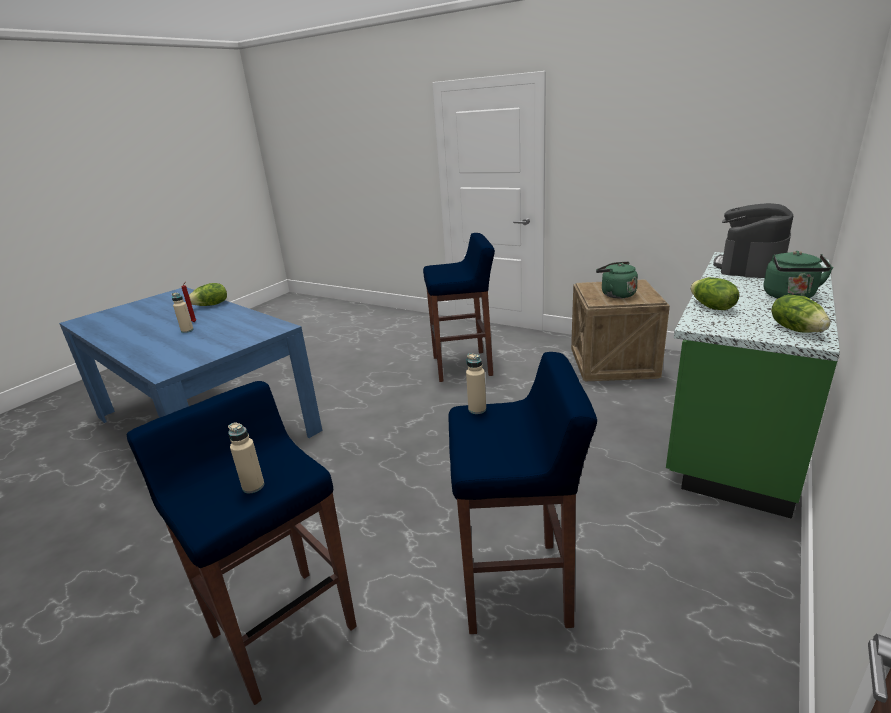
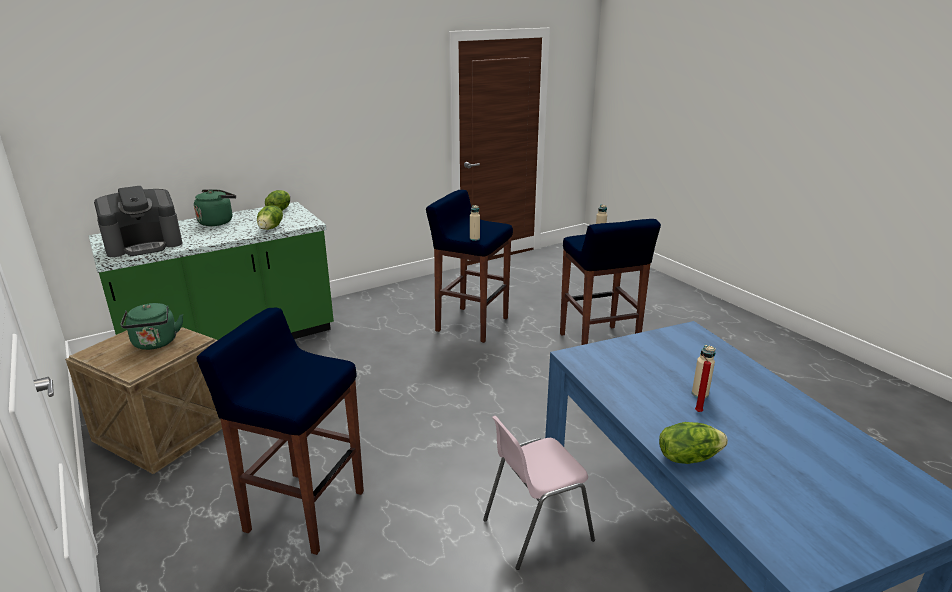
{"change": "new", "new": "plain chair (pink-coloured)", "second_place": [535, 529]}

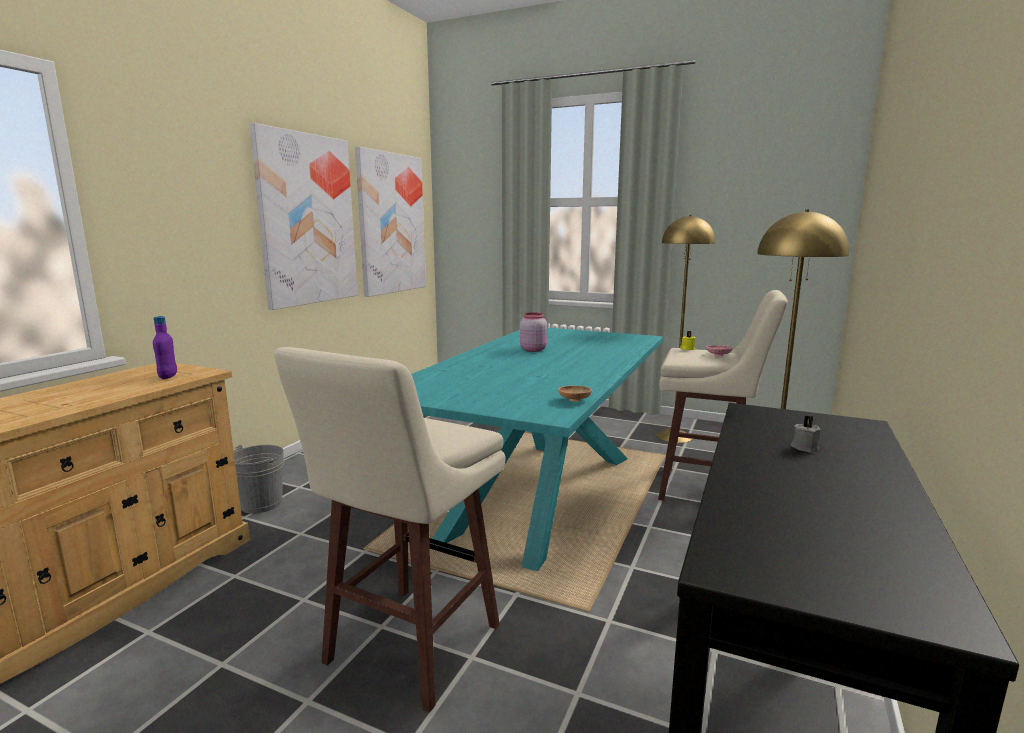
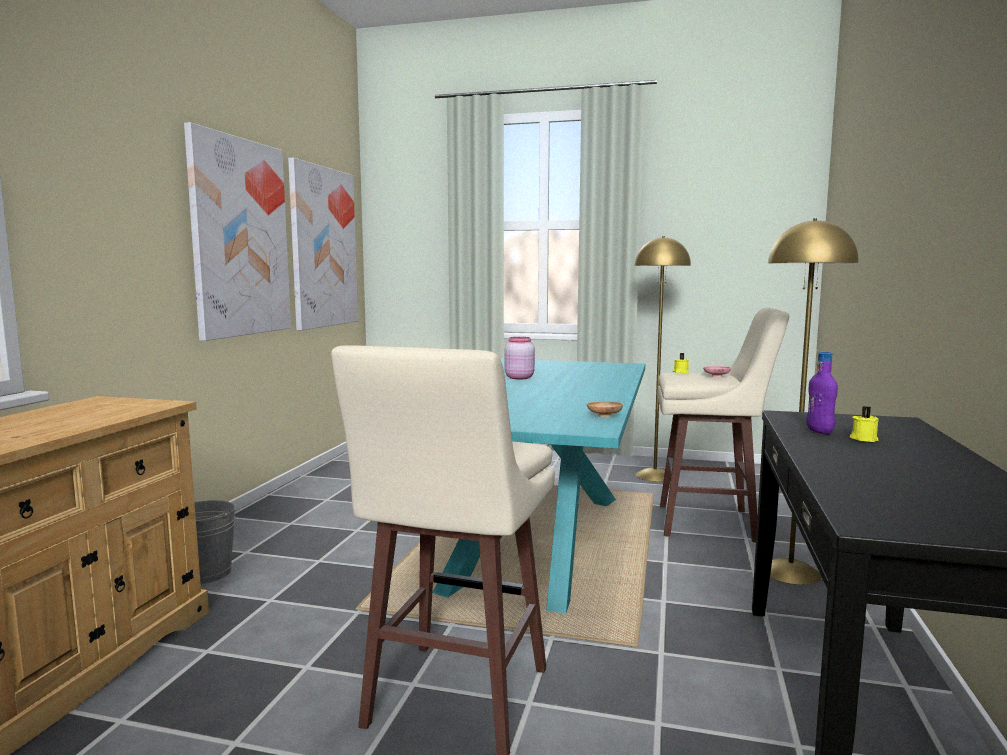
{"change": "shifted", "old": "drink bottle (purplish)", "first_place": [168, 376], "second_place": [819, 431]}
{"change": "repainted", "old": "wax candle (grey)", "new": "wax candle (yellow)", "first_place": [805, 447], "second_place": [863, 439]}

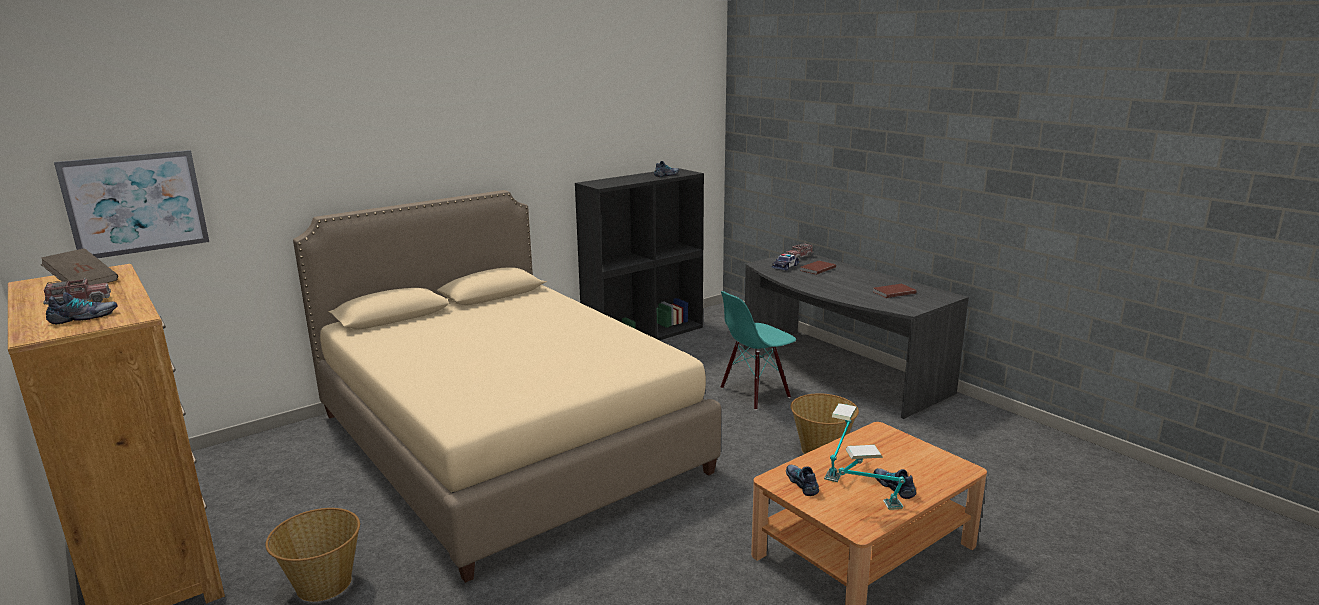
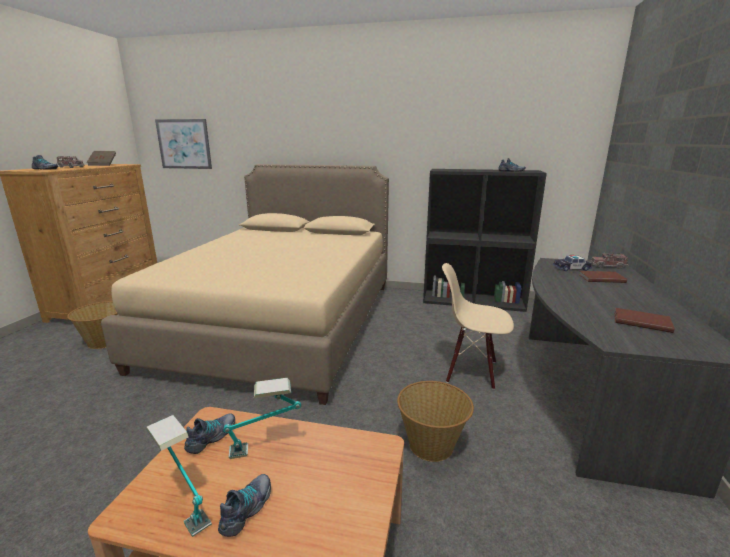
{"change": "repainted", "old": "plain chair (turquoise)", "new": "plain chair (sand-coloured)", "first_place": [755, 393], "second_place": [471, 371]}

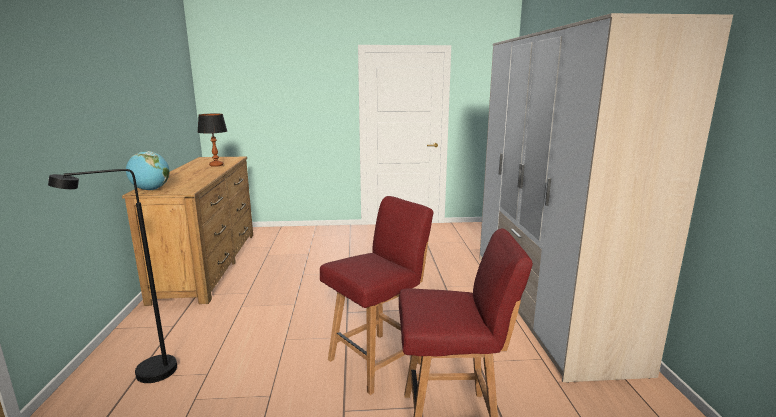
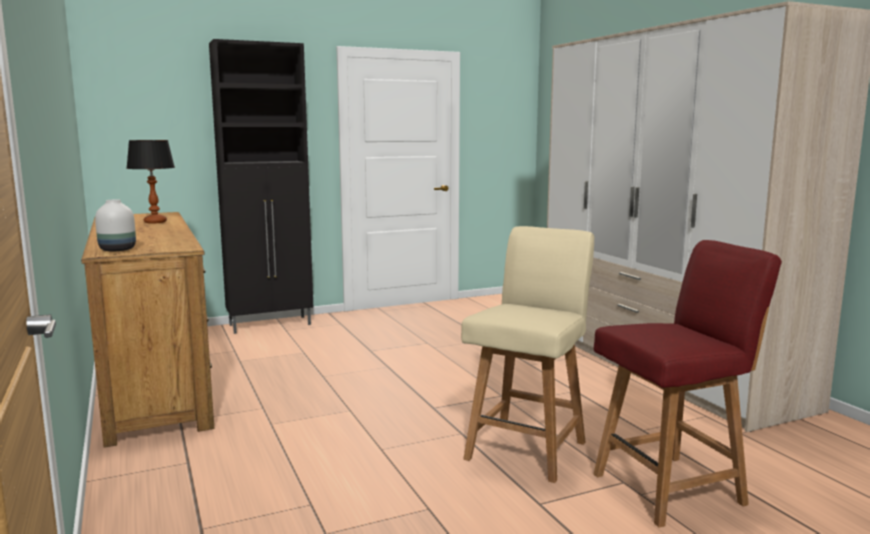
{"change": "swapped", "old": "world globe", "new": "vase (white-coloured)", "first_place": [151, 189], "second_place": [117, 250]}
{"change": "new", "new": "cupboard (black-coloured)", "second_place": [271, 325]}
{"change": "repainted", "old": "plain chair (red)", "new": "plain chair (sand-coloured)", "first_place": [377, 360], "second_place": [527, 449]}
{"change": "gone", "old": "floor lamp (black-coloured)", "first_place": [144, 375]}

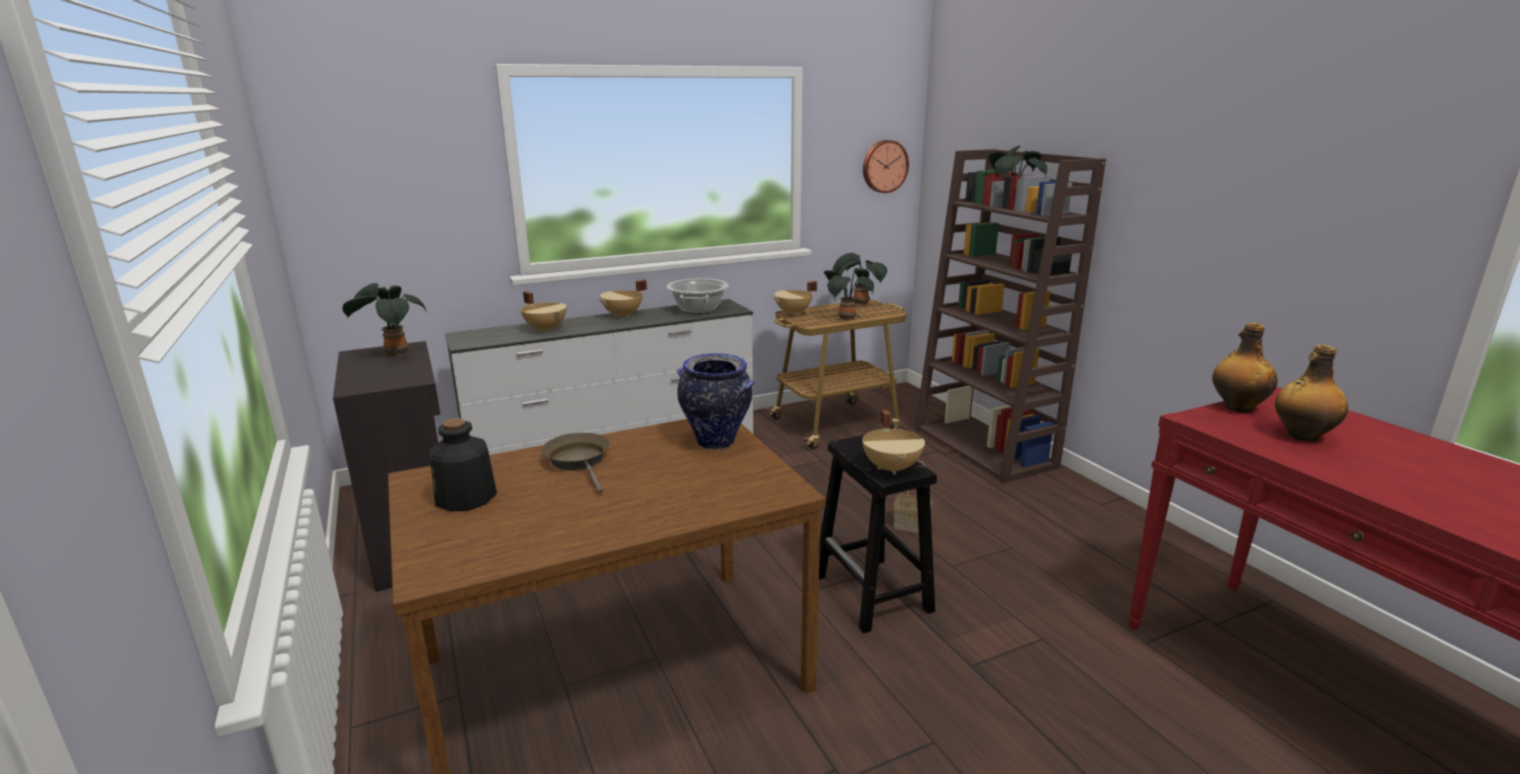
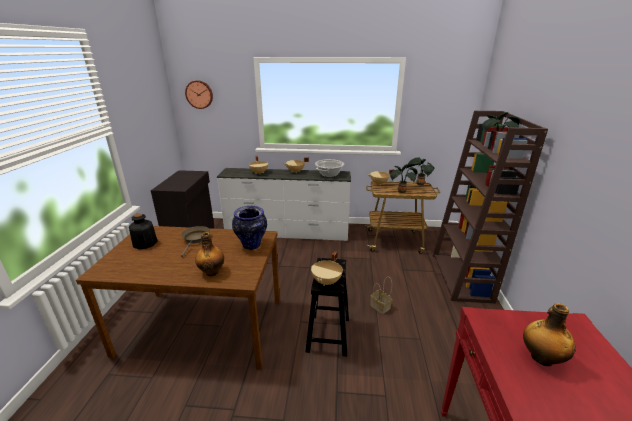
{"change": "shifted", "old": "wall clock", "first_place": [884, 166], "second_place": [199, 94]}
{"change": "shifted", "old": "drink bottle", "first_place": [1237, 407], "second_place": [212, 272]}
{"change": "gone", "old": "plant in a pot", "first_place": [394, 353]}

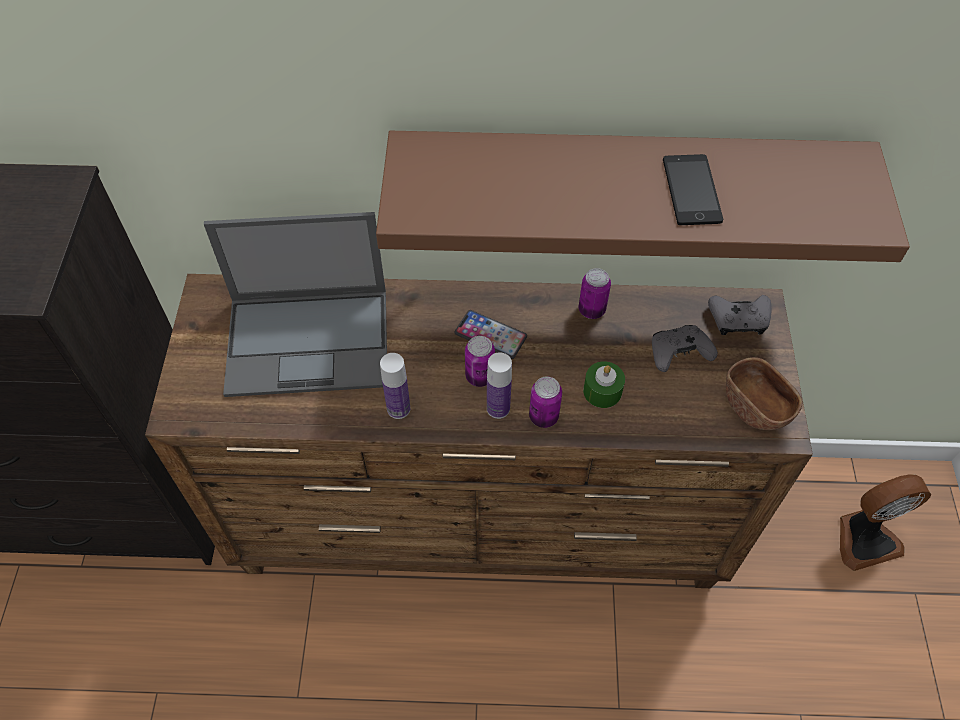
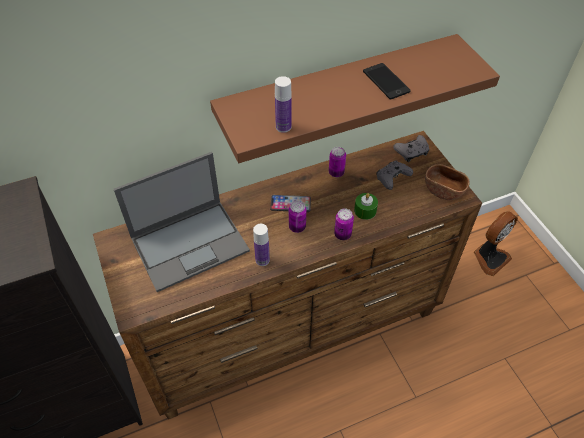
{"change": "shifted", "old": "drink bottle", "first_place": [498, 408], "second_place": [283, 127]}

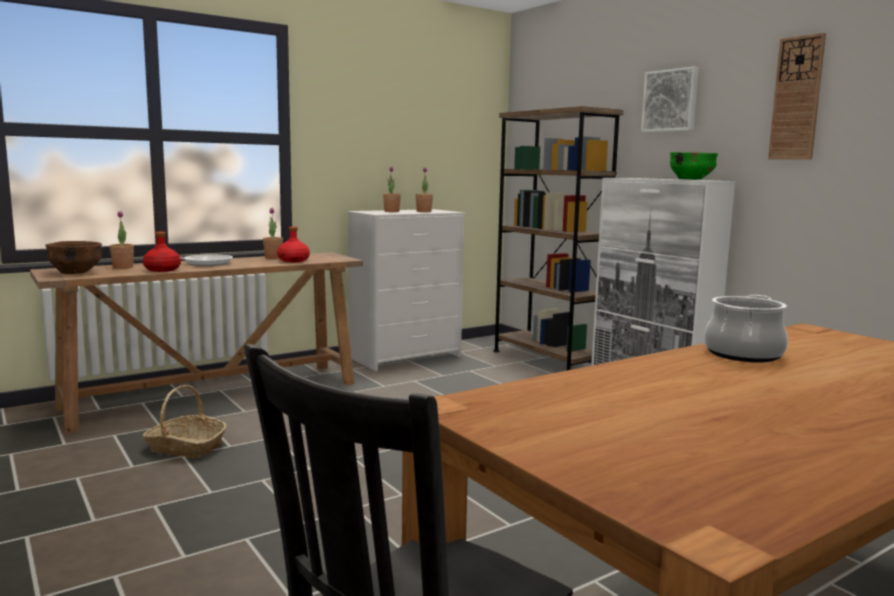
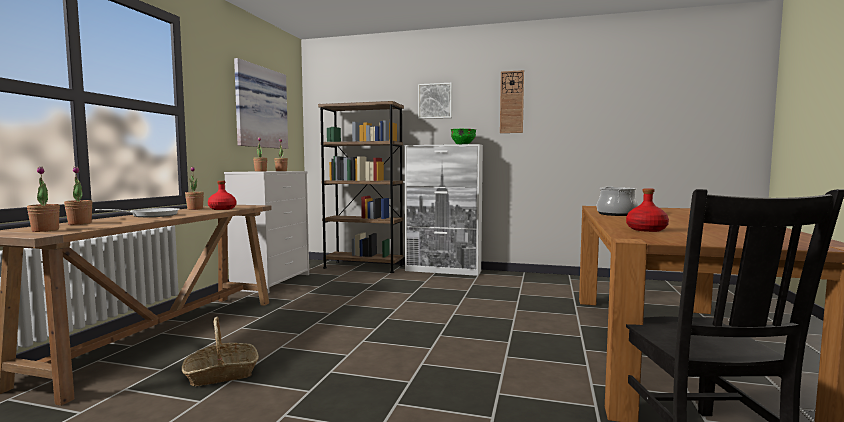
{"change": "swapped", "old": "deep dish (brownish)", "new": "plant in a pot", "first_place": [75, 272], "second_place": [45, 230]}
{"change": "new", "new": "wall art", "second_place": [259, 107]}
{"change": "shifted", "old": "drink bottle (red)", "first_place": [162, 270], "second_place": [646, 229]}

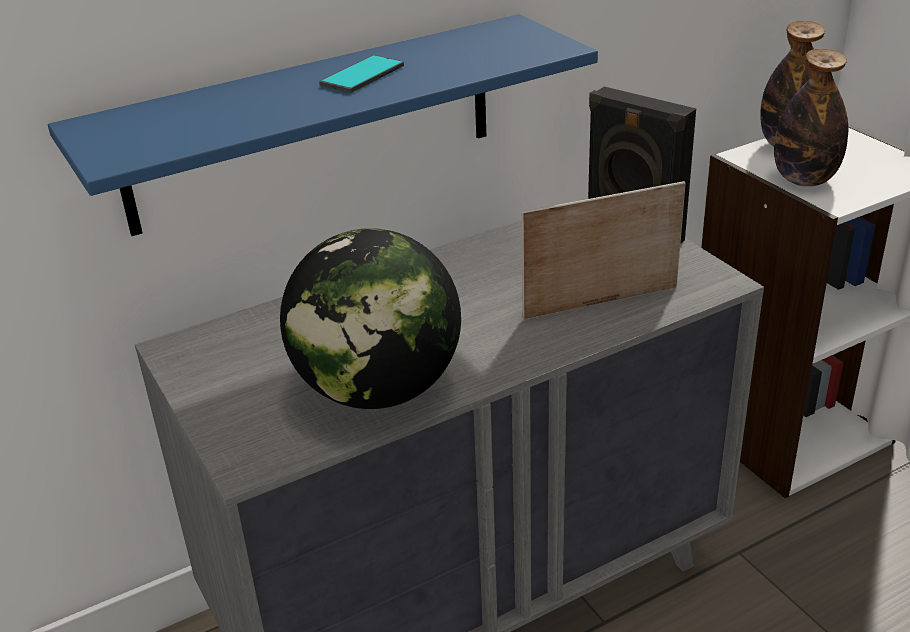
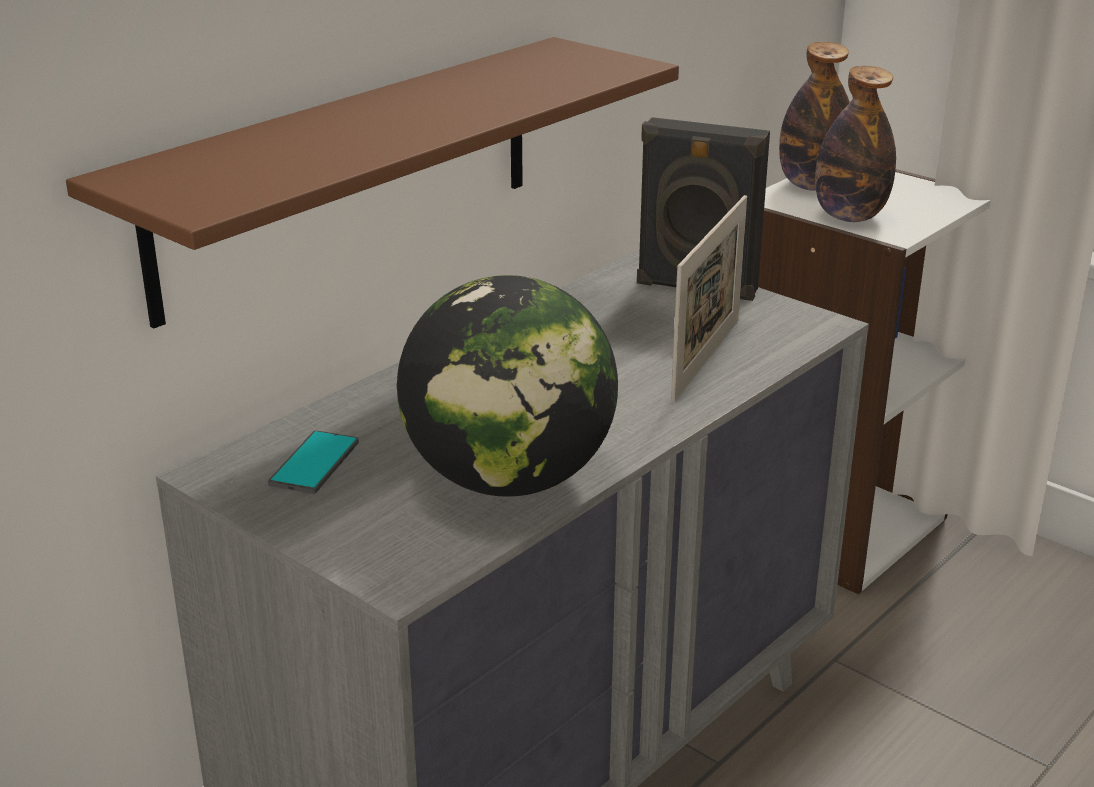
{"change": "repainted", "old": "bracket shelf (blue)", "new": "bracket shelf (brownish)", "first_place": [313, 124], "second_place": [350, 174]}
{"change": "shifted", "old": "telephone", "first_place": [362, 75], "second_place": [315, 463]}
{"change": "rotated", "old": "photo frame", "first_place": [600, 303], "second_place": [706, 359], "degrees": 150}

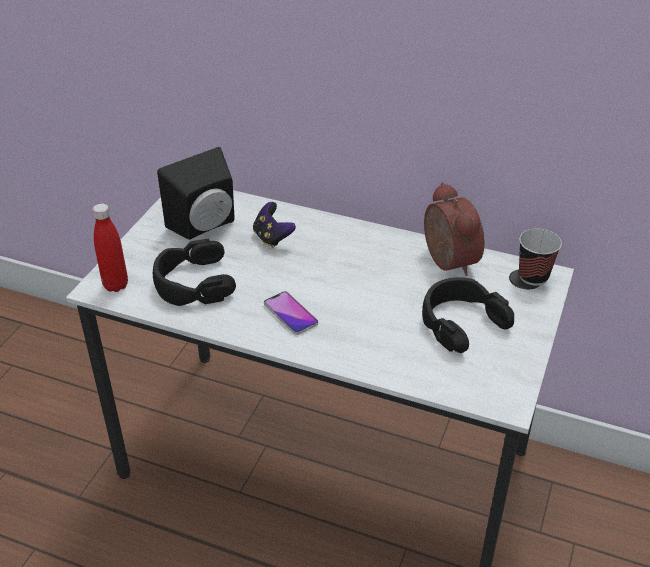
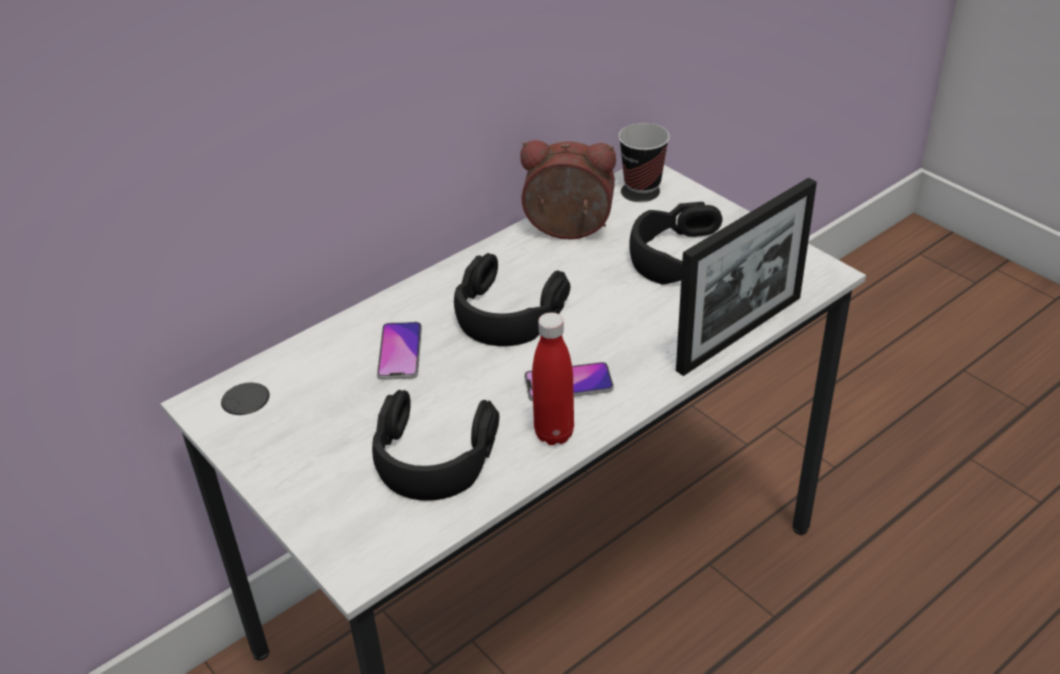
{"change": "swapped", "old": "joypad", "new": "telephone", "first_place": [272, 238], "second_place": [400, 352]}
{"change": "new", "new": "headset (black-coloured)", "second_place": [507, 313]}
{"change": "shifted", "old": "drink bottle (red)", "first_place": [116, 285], "second_place": [554, 434]}
{"change": "new", "new": "photo frame", "second_place": [740, 333]}
{"change": "gone", "old": "audio speaker (black-coloured)", "first_place": [206, 226]}

